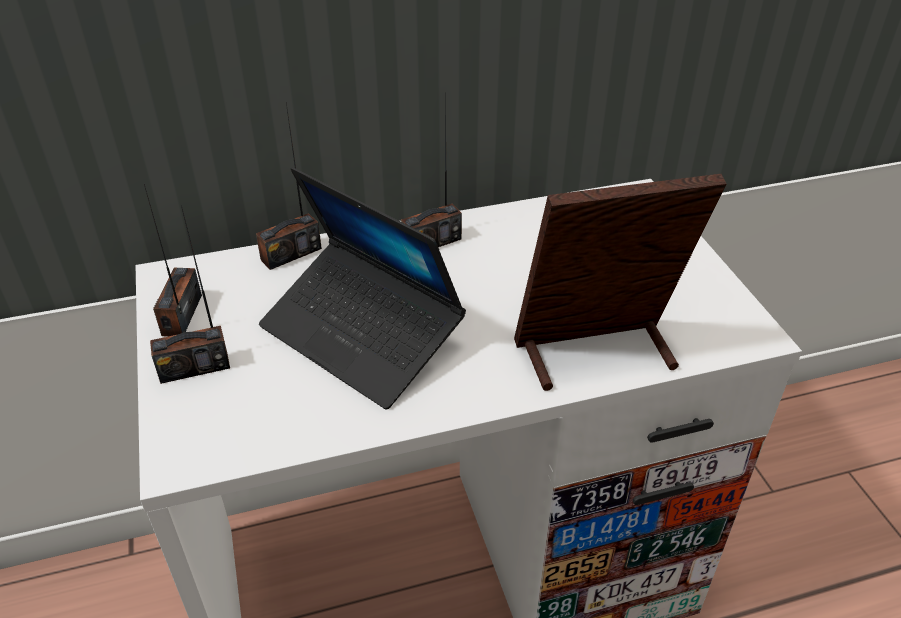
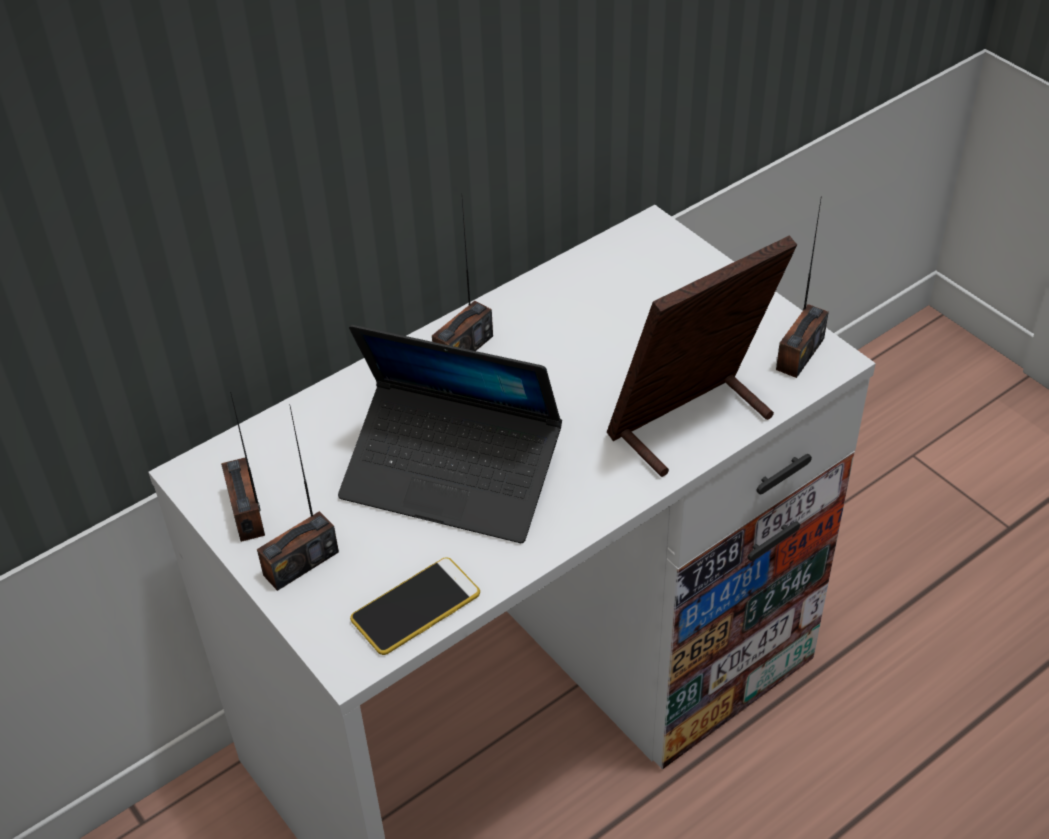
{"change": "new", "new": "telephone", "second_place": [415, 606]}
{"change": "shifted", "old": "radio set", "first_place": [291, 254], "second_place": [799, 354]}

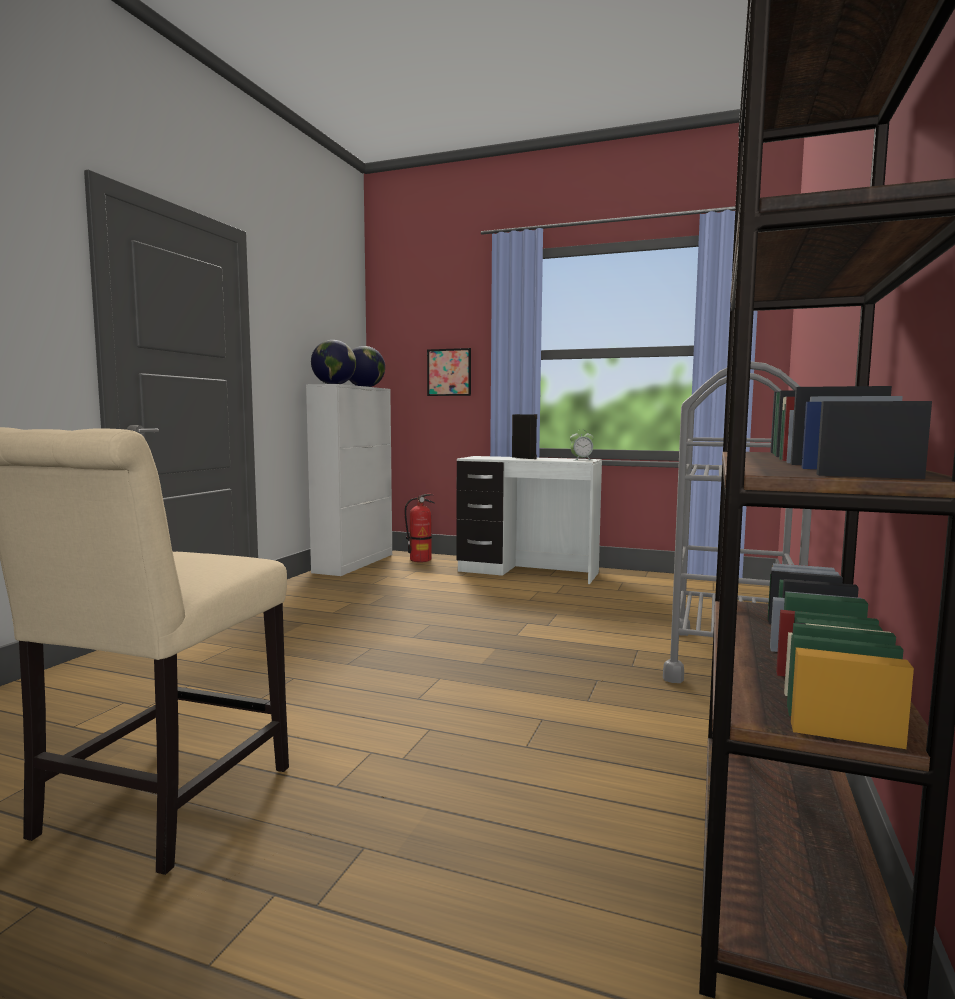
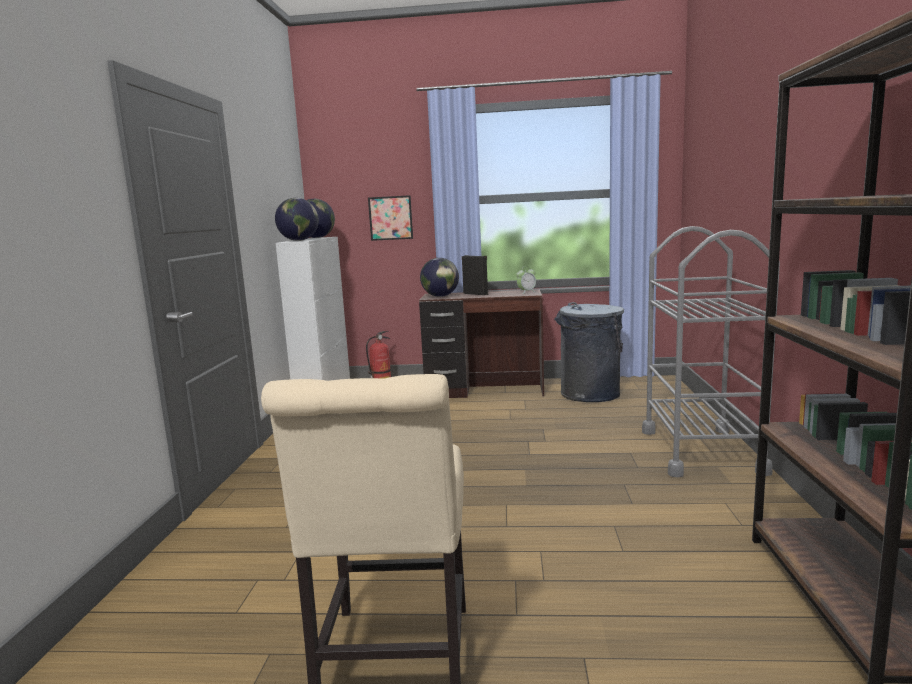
{"change": "repainted", "old": "desk unit (white-coloured)", "new": "desk unit (brownish)", "first_place": [527, 572], "second_place": [485, 392]}
{"change": "new", "new": "world globe", "second_place": [440, 296]}
{"change": "new", "new": "trash can (grey)", "second_place": [590, 394]}

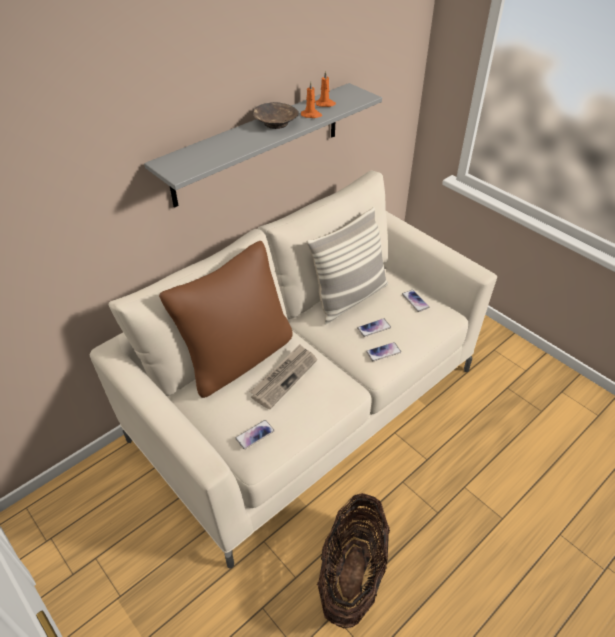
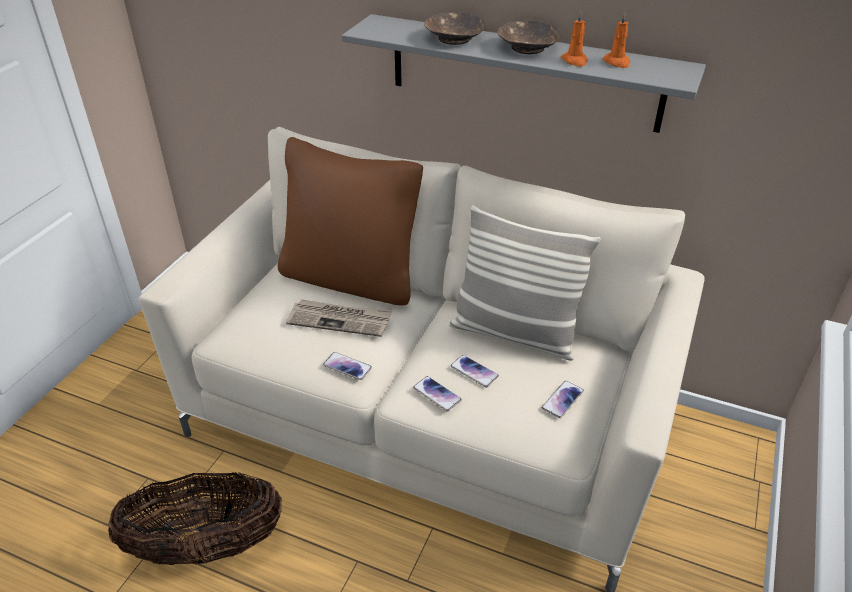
{"change": "shifted", "old": "telephone", "first_place": [255, 434], "second_place": [347, 366]}
{"change": "new", "new": "deep dish (brownish)", "second_place": [453, 38]}

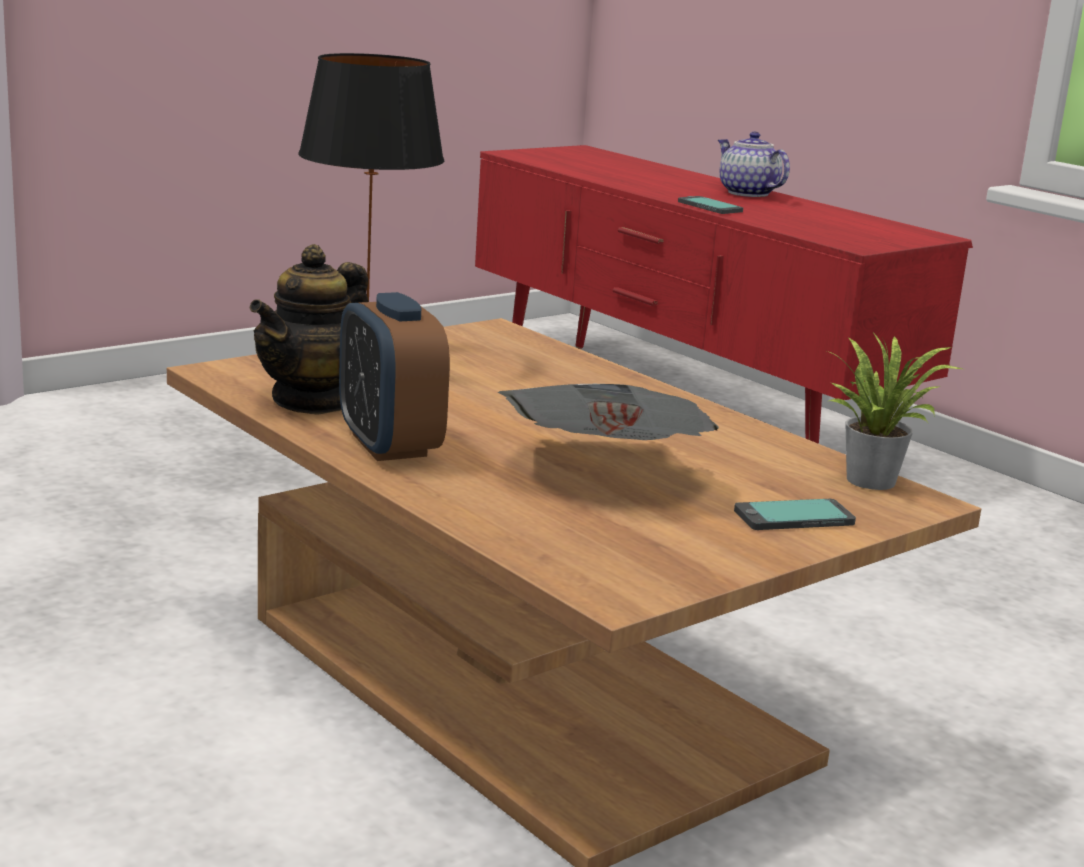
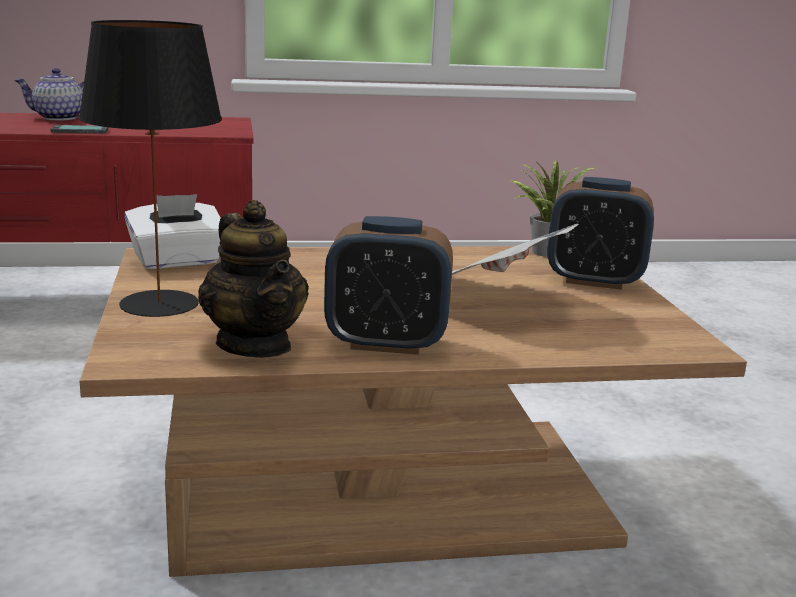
{"change": "new", "new": "box of tissues (white-coloured)", "second_place": [177, 261]}
{"change": "swapped", "old": "telephone", "new": "table clock", "first_place": [794, 518], "second_place": [594, 281]}

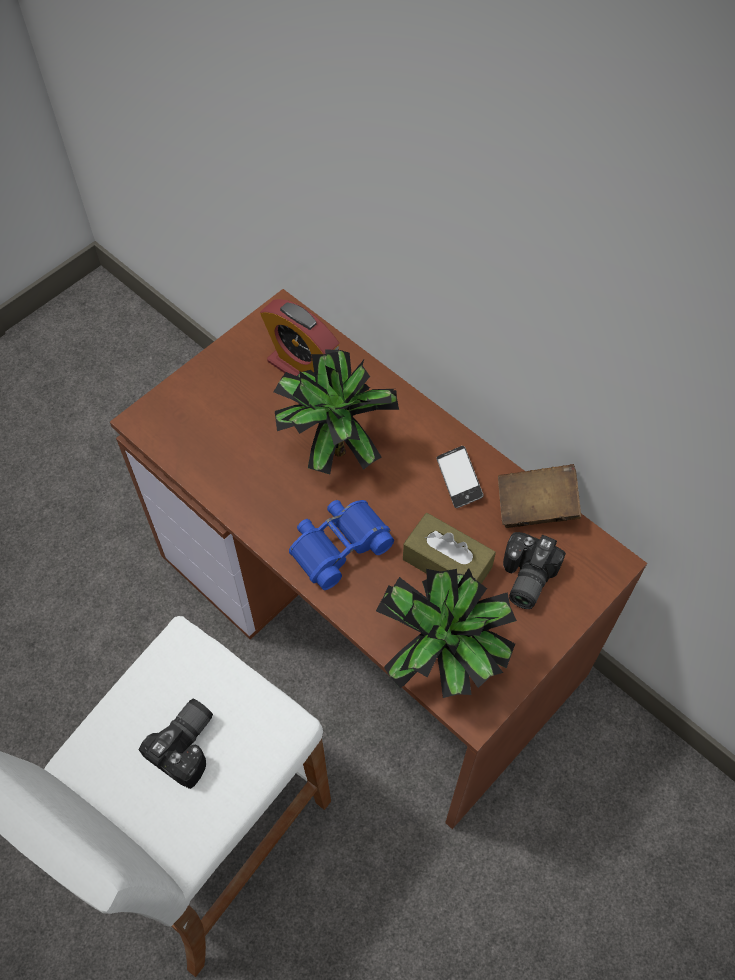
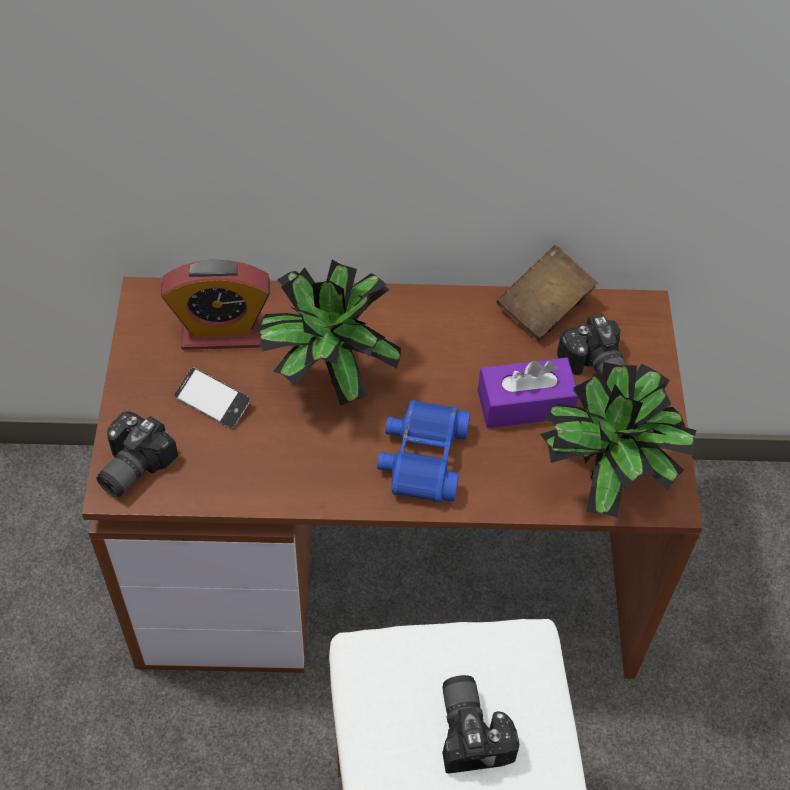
{"change": "new", "new": "photo camera", "second_place": [130, 465]}
{"change": "shifted", "old": "telephone", "first_place": [459, 479], "second_place": [213, 402]}
{"change": "repainted", "old": "box of tissues (brownish)", "new": "box of tissues (purplish)", "first_place": [447, 563], "second_place": [525, 404]}

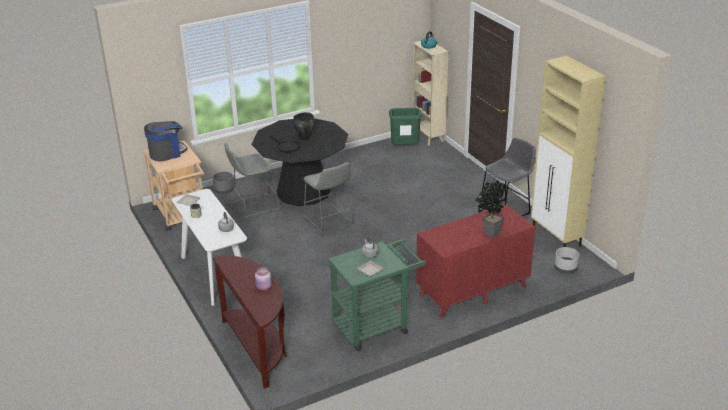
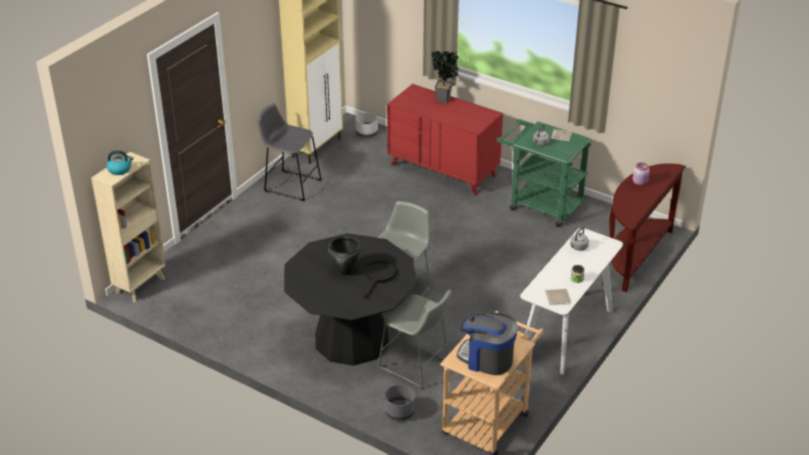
{"change": "gone", "old": "trash can (green)", "first_place": [405, 148]}

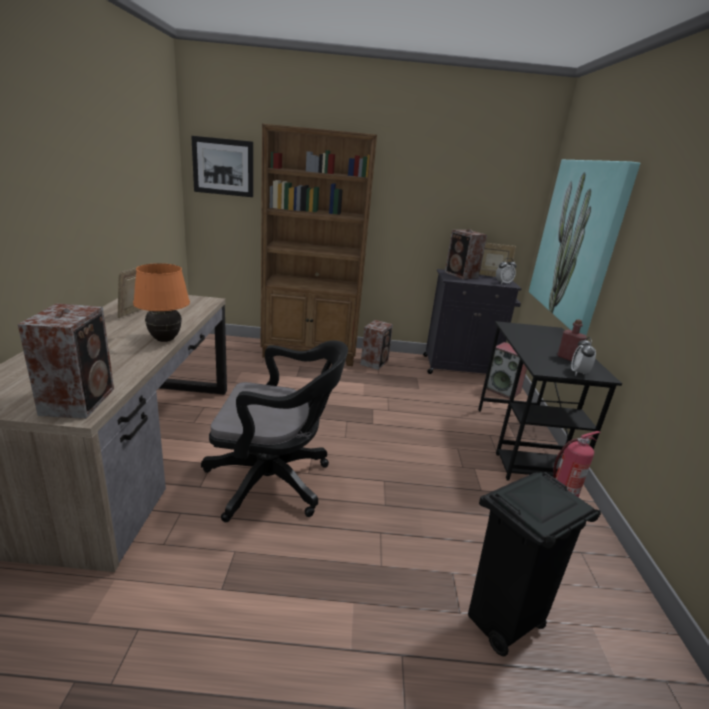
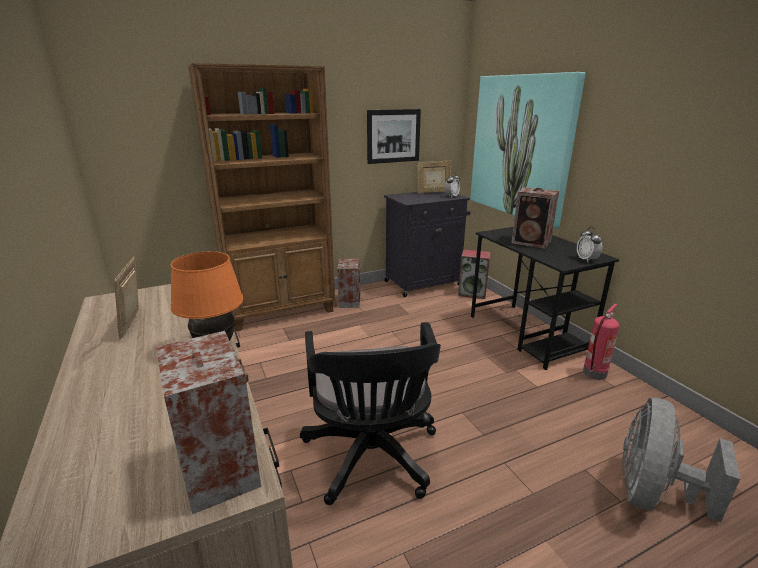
{"change": "rotated", "old": "computer chair (black-coloured)", "first_place": [275, 482], "second_place": [372, 459], "degrees": 105}
{"change": "shifted", "old": "wall art", "first_place": [223, 167], "second_place": [393, 136]}
{"change": "shifted", "old": "audio speaker", "first_place": [461, 275], "second_place": [532, 242]}
{"change": "swapped", "old": "trash can (black-coloured)", "new": "fan (grey)", "first_place": [501, 624], "second_place": [653, 494]}
{"change": "gone", "old": "drink bottle (red)", "first_place": [567, 358]}

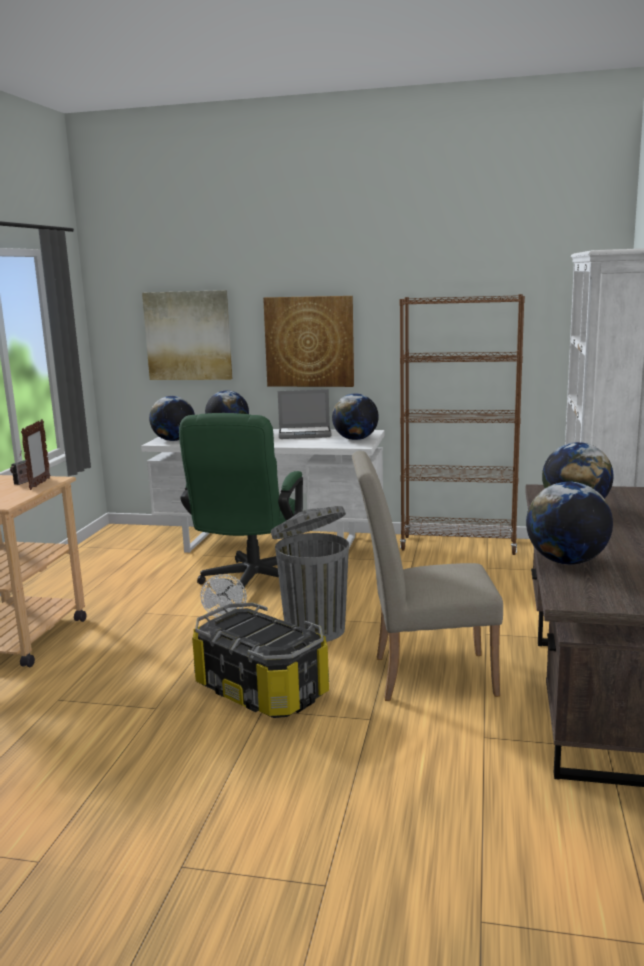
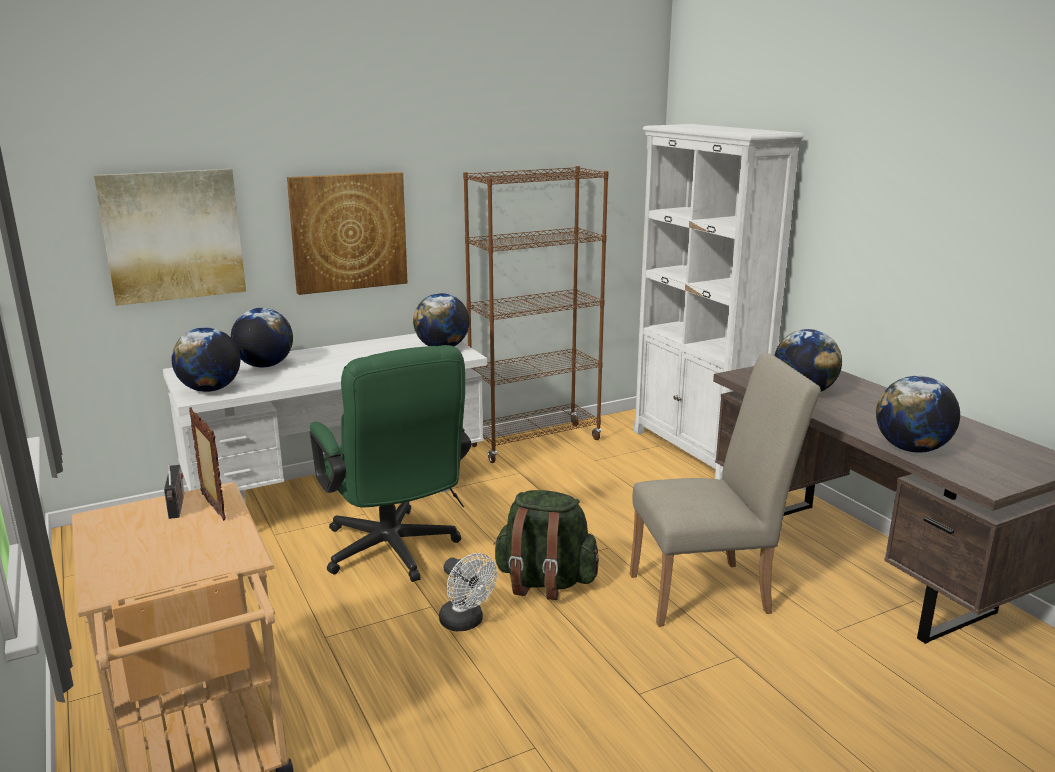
{"change": "swapped", "old": "trash can (grey)", "new": "backpack (green)", "first_place": [313, 628], "second_place": [544, 582]}
{"change": "rotated", "old": "plain chair (sand-coloured)", "first_place": [423, 675], "second_place": [710, 592], "degrees": -150}
{"change": "gone", "old": "storage bin", "first_place": [262, 690]}
{"change": "gone", "old": "portable computer", "first_place": [305, 434]}

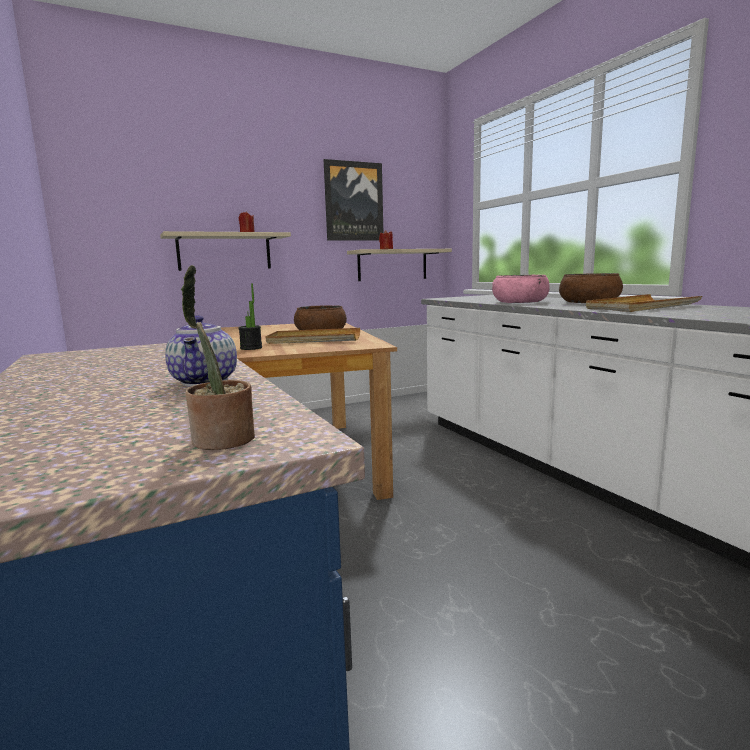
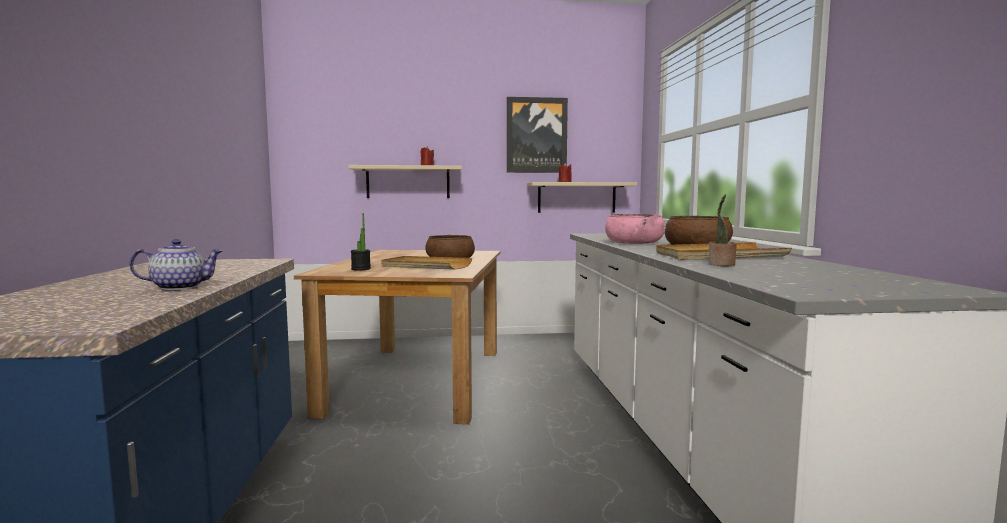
{"change": "rotated", "old": "tea pot", "first_place": [206, 381], "second_place": [180, 287], "degrees": -120}
{"change": "shifted", "old": "plant in a pot", "first_place": [221, 441], "second_place": [721, 264]}

